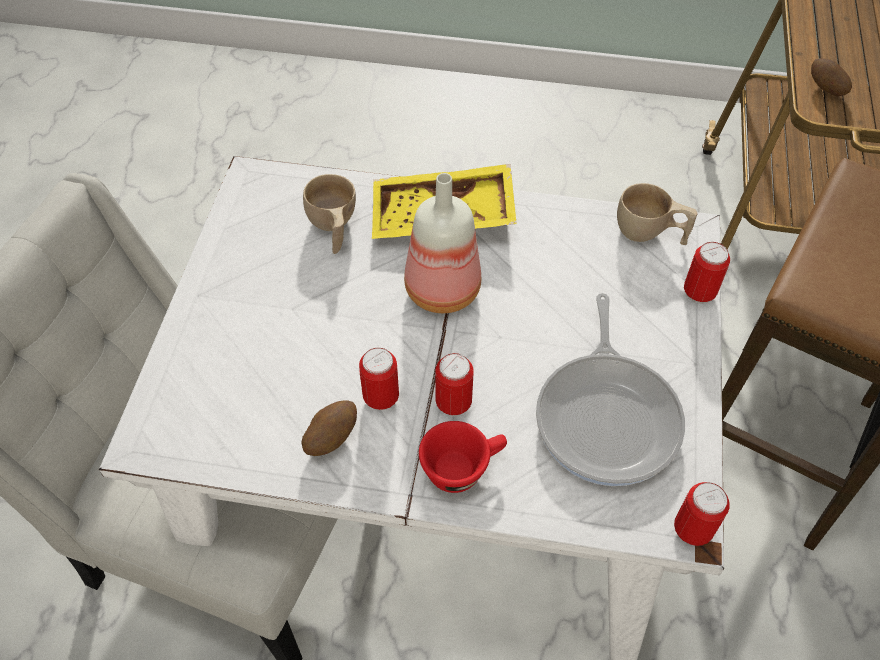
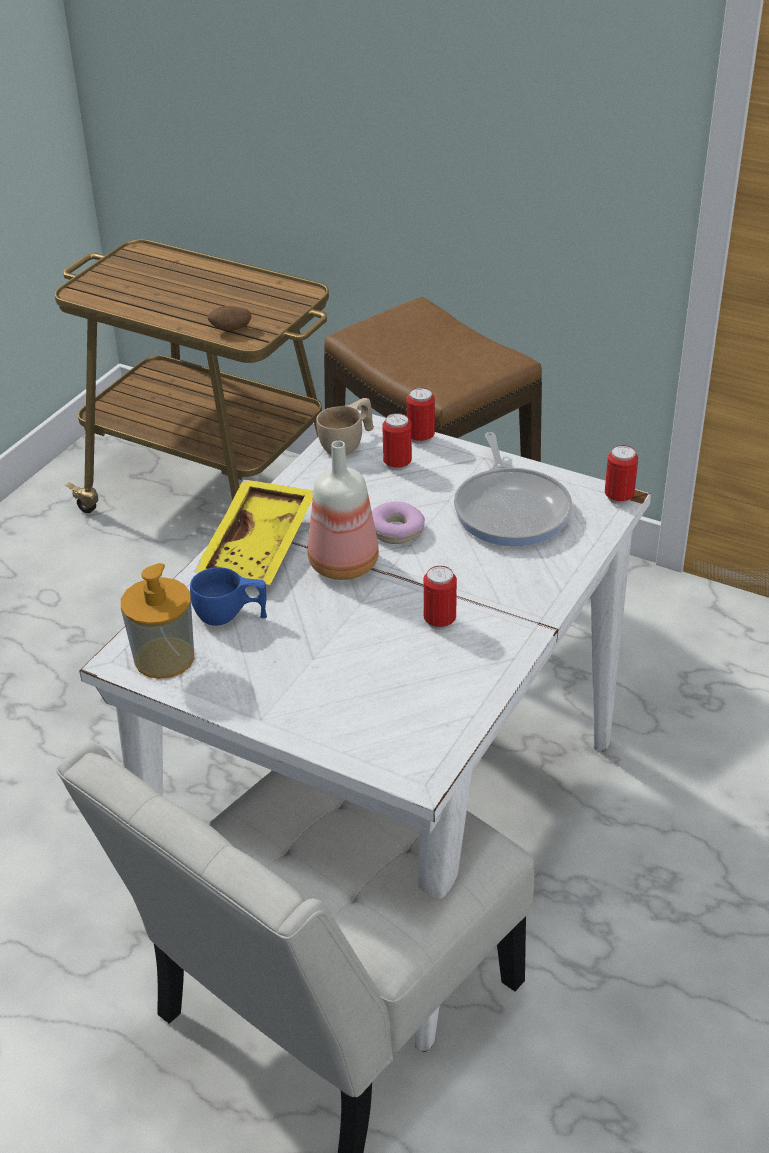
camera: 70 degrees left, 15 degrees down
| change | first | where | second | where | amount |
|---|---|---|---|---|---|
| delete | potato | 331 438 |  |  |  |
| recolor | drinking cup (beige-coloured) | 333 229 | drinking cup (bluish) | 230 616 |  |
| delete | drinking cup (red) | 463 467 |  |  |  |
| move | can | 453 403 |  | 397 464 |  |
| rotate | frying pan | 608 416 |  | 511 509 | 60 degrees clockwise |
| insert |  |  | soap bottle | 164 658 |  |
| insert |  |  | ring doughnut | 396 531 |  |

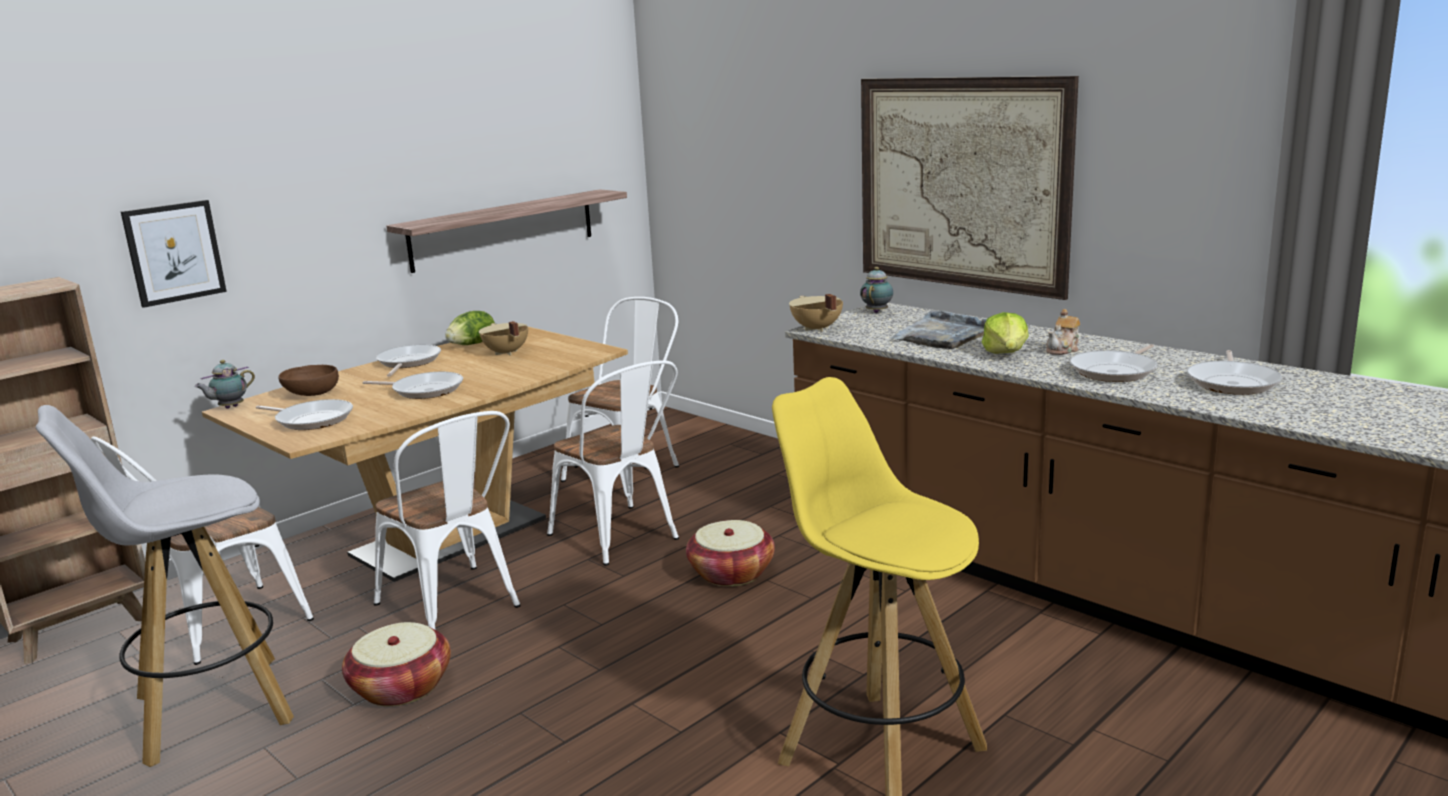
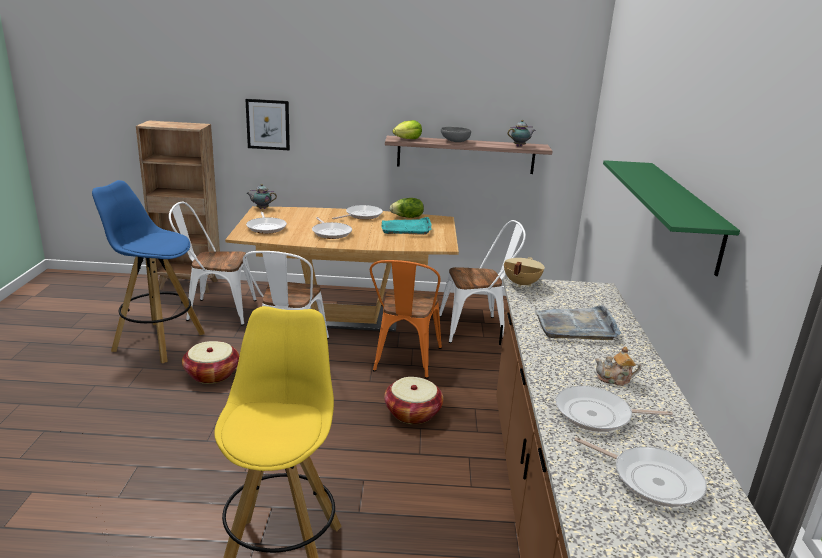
camera: 45 degrees right, 5 degrees up
| change | first | where | second | where | amount |
|---|---|---|---|---|---|
| recolor | stool seat (white-coloured) | 209 711 | stool seat (bluish) | 157 342 |  |
| delete | serving bowl (brown) | 311 394 |  |  |  |
| replace | stockpot (beige-coloured) | 505 353 | carrying tray (turquoise-coloured) | 406 228 |  |
| recolor | upright chair (white-coloured) | 621 539 | upright chair (orange) | 404 362 |  |
| move | pot for tea | 877 311 |  | 520 146 |  |
| replace | wall picture | 961 183 | bracket shelf (green-coloured) | 683 214 |  |
| move | lettuce head | 1006 353 |  | 407 139 |  |
| rotate | frying pan | 1233 382 |  | 651 479 | 120 degrees counterclockwise |
| insert |  |  | serving bowl (gray) | 454 142 |  |

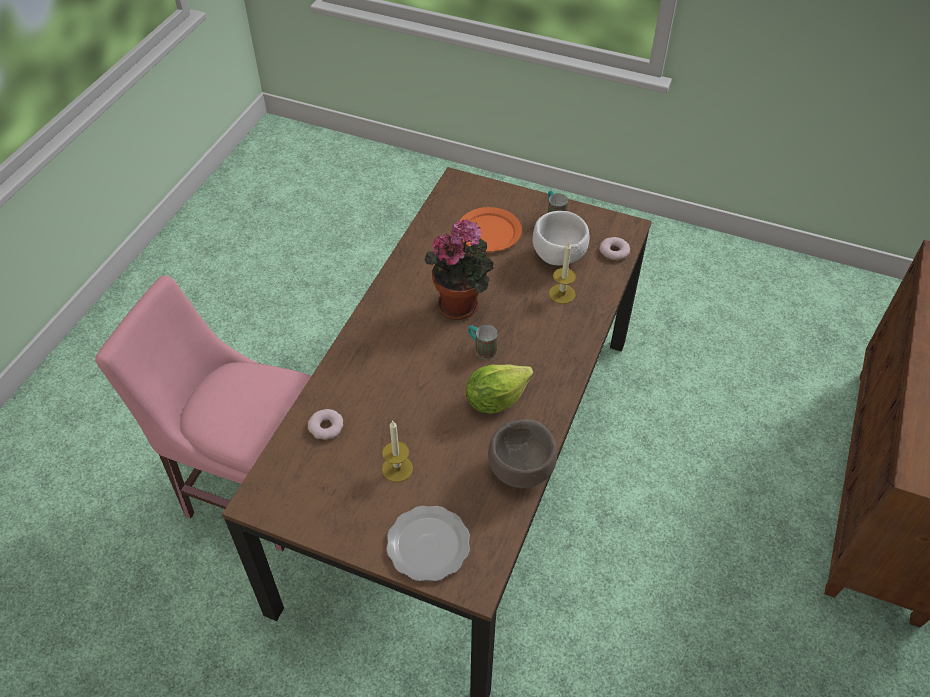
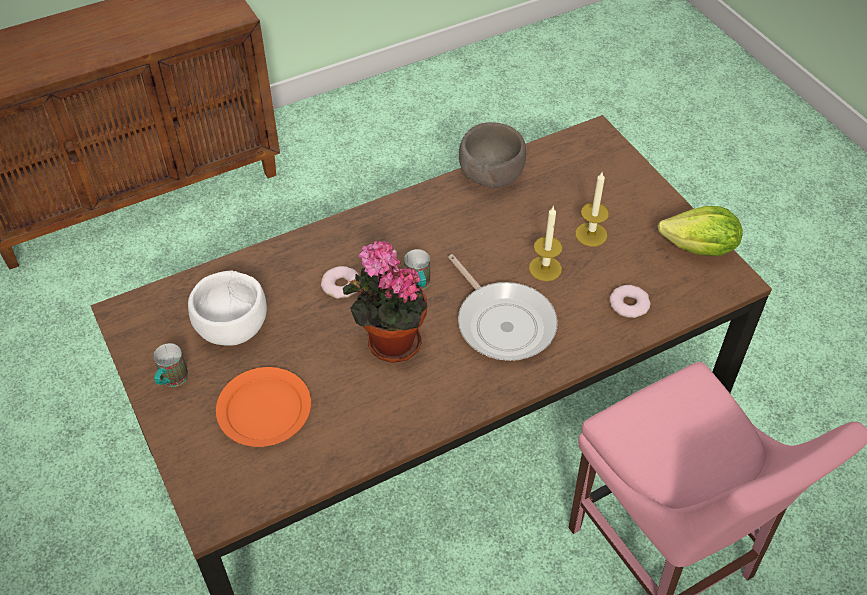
camera: 140 degrees left, 0 degrees up
| change | first | where | second | where | amount |
|---|---|---|---|---|---|
| delete | dinner plate | 429 544 |  |  |  |
| move | lettuce head | 495 399 |  | 699 249 |  |
| move | wax light | 562 294 |  | 545 268 |  |
| move | ring doughnut | 614 251 |  | 341 285 |  |
| insert |  |  | frying pan | 503 322 |  |

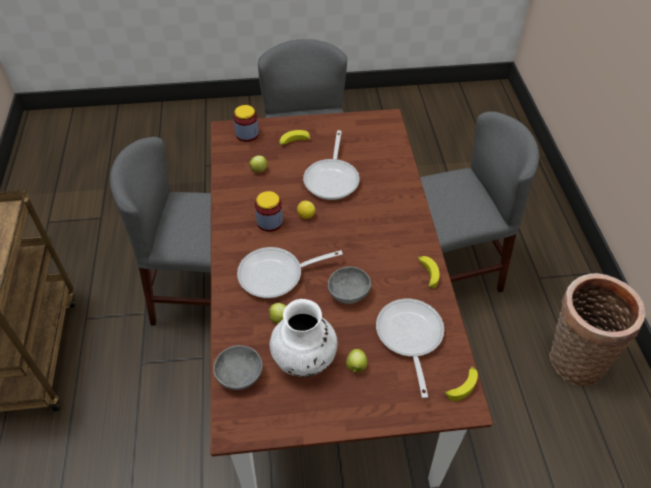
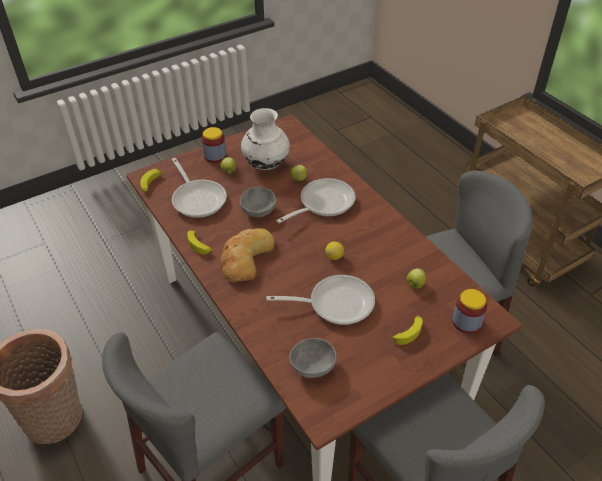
camera: 155 degrees right, 5 degrees down
| change | first | where | second | where | amount |
|---|---|---|---|---|---|
| move | serving bowl (gray) | 239 376 |  | 312 366 |  |
| move | storage jar | 269 222 |  | 215 156 |  |
| rotate | frying pan | 332 179 |  | 335 303 | 105 degrees clockwise |
| insert |  |  | bread | 245 258 |  |

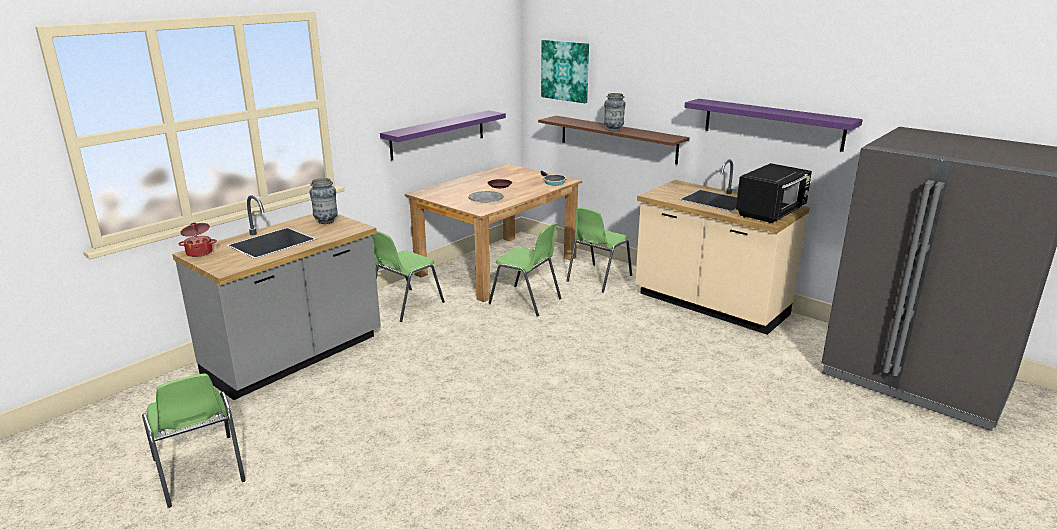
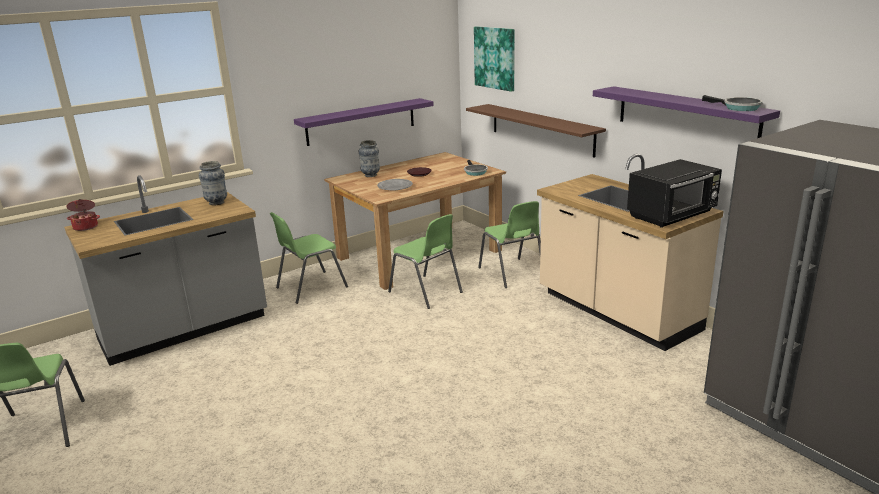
camera: 15 degrees right, 0 degrees up
| change | first | where | second | where | amount |
|---|---|---|---|---|---|
| rotate | upright chair (green-coloured) | 597 278 |  | 512 273 | 75 degrees counterclockwise |
| move | flower vase | 613 129 |  | 370 175 |  |
| insert |  |  | frying pan | 738 108 |  |

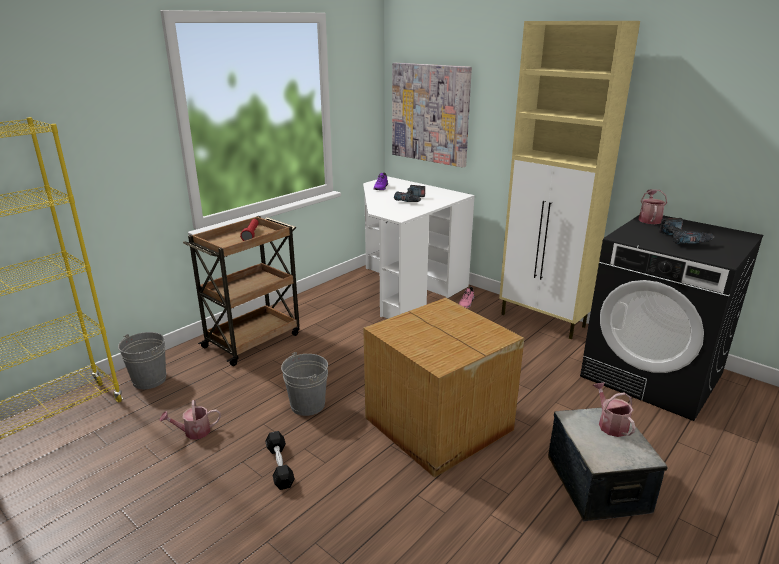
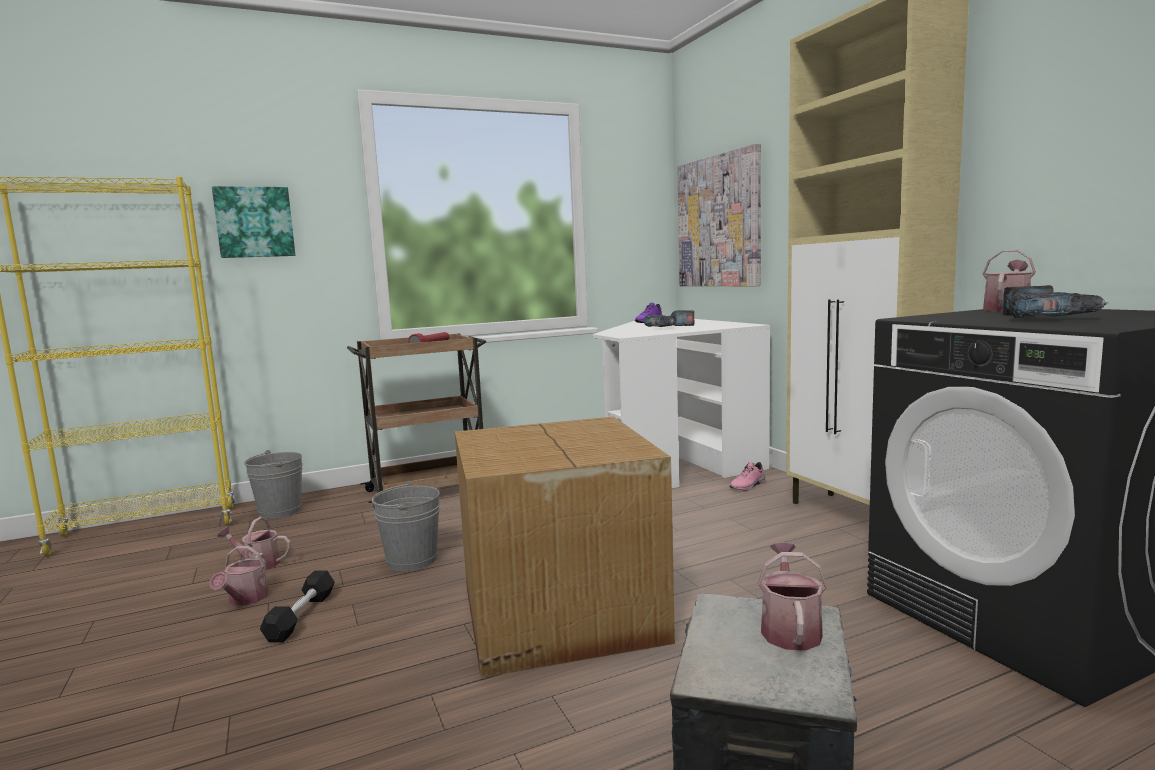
camera: 25 degrees right, 15 degrees down
| change | first | where | second | where | amount |
|---|---|---|---|---|---|
| insert |  |  | watering pot | 245 600 |  |
| insert |  |  | wall picture | 254 222 |  |

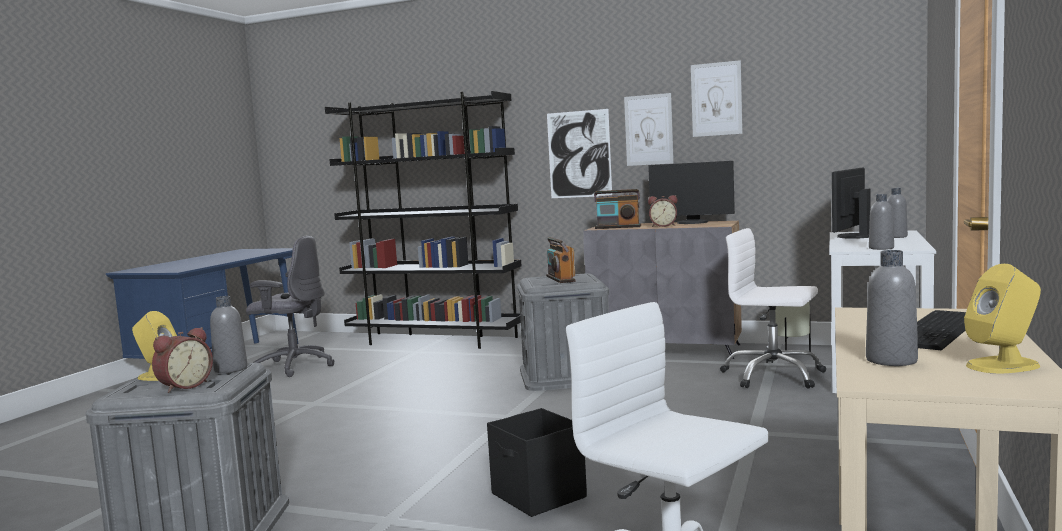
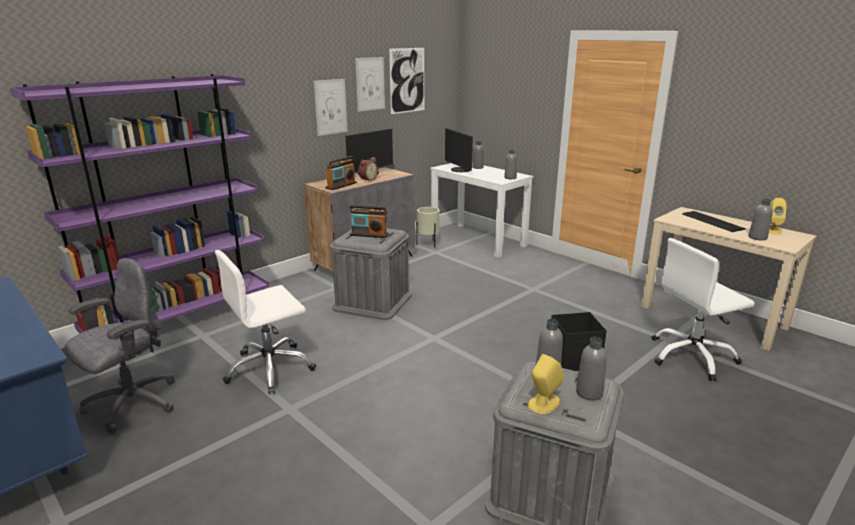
camera: 65 degrees left, 15 degrees up
| change | first | where | second | where | amount |
|---|---|---|---|---|---|
| replace | alarm clock | 184 386 | drink bottle (gray) | 589 393 |  |
| recolor | shelving unit (black) | 435 341 | shelving unit (purple-coloured) | 182 321 |  |
| move | wall picture | 579 154 |  | 407 80 |  |
| move | computer chair (white-coloured) | 773 376 |  | 270 369 |  |

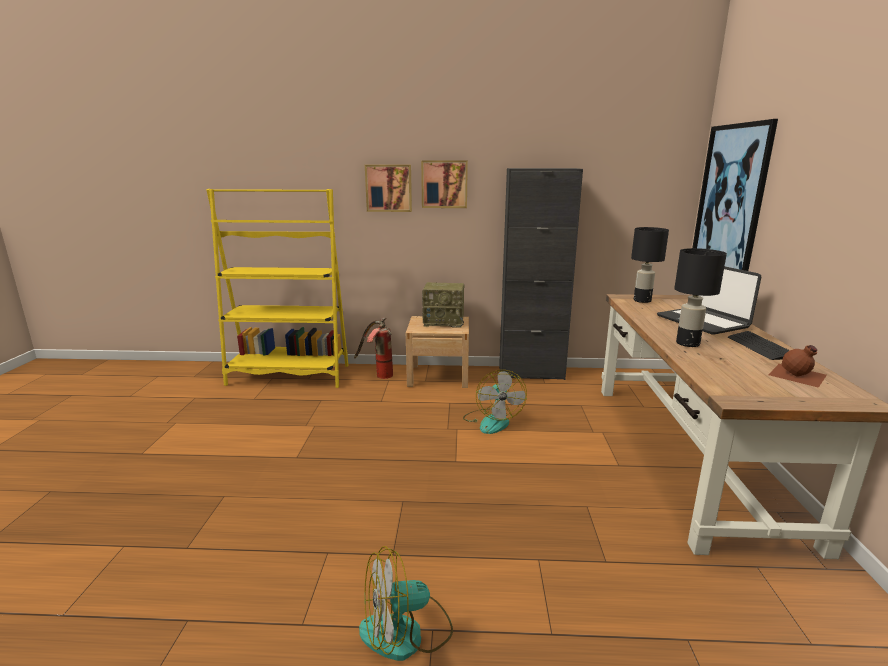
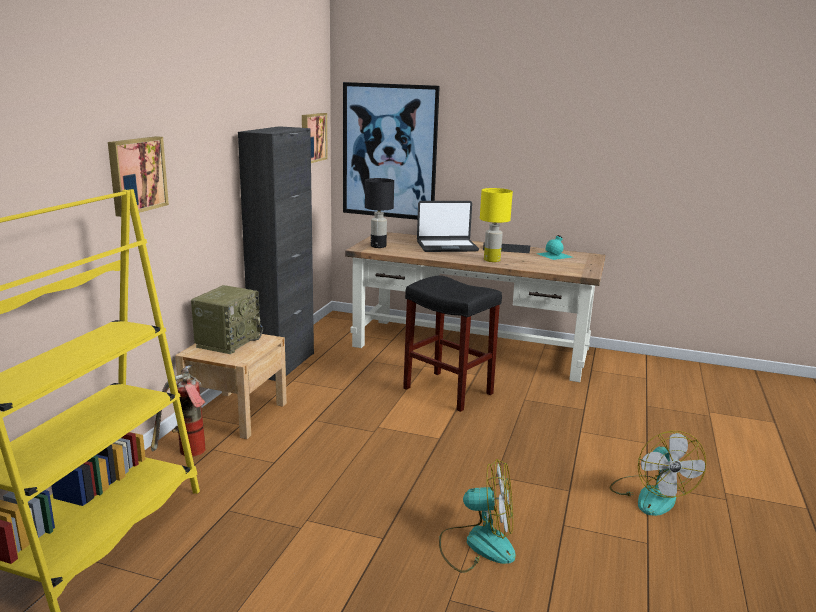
camera: 75 degrees left, 0 degrees up
| change | first | where | second | where | amount |
|---|---|---|---|---|---|
| move | wall picture | 444 184 |  | 312 137 |  |
| move | electric fan | 492 421 |  | 477 544 |  |
| recolor | tabletop lamp (black) | 687 343 | tabletop lamp (yellow-coloured) | 492 260 |  |
| recolor | drink bottle (brown) | 798 375 | drink bottle (turquoise-coloured) | 555 255 |  |
| insert |  |  | stool seat (black) | 446 391 |  |

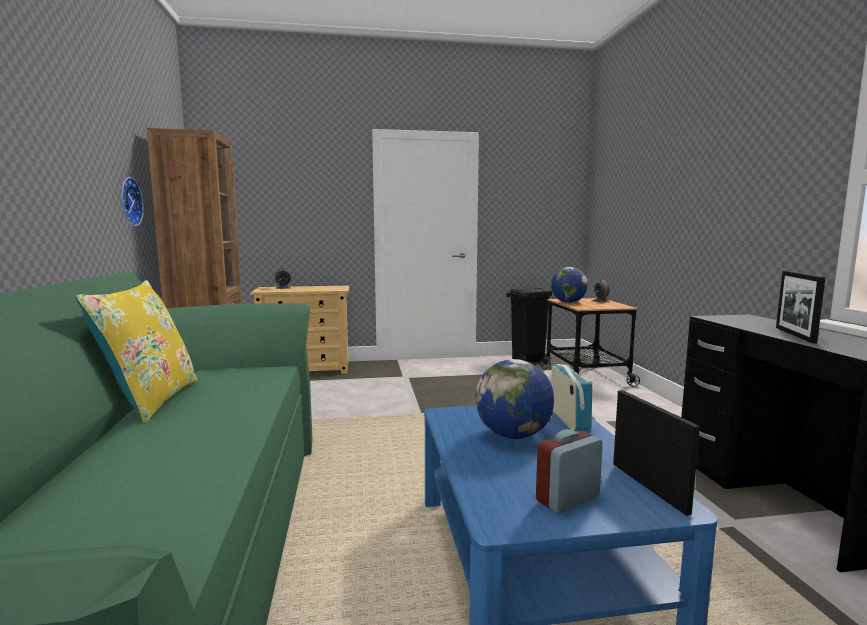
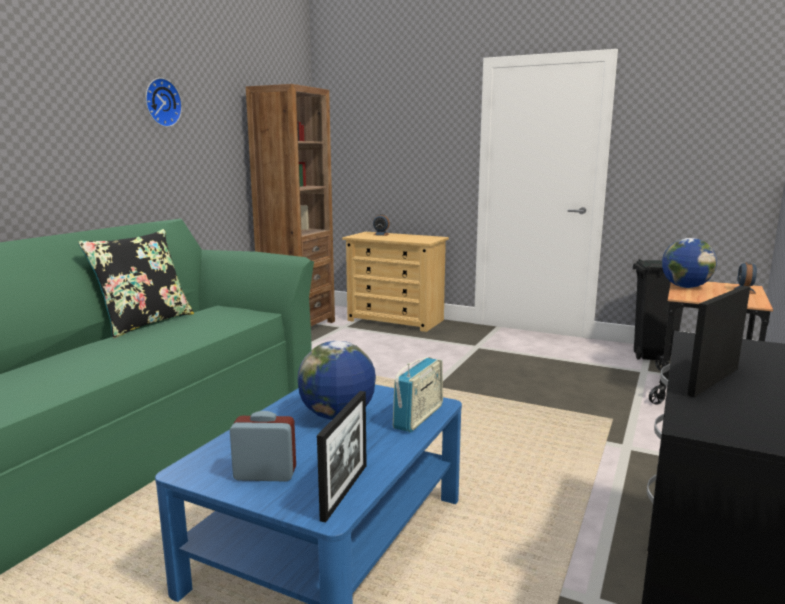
camera: 35 degrees right, 5 degrees up
| change | first | where | second | where | amount |
|---|---|---|---|---|---|
| recolor | cushion (yellow-coloured) | 150 400 | cushion (black) | 144 323 |  |
| move | clock on the wall | 128 201 |  | 161 102 |  |

